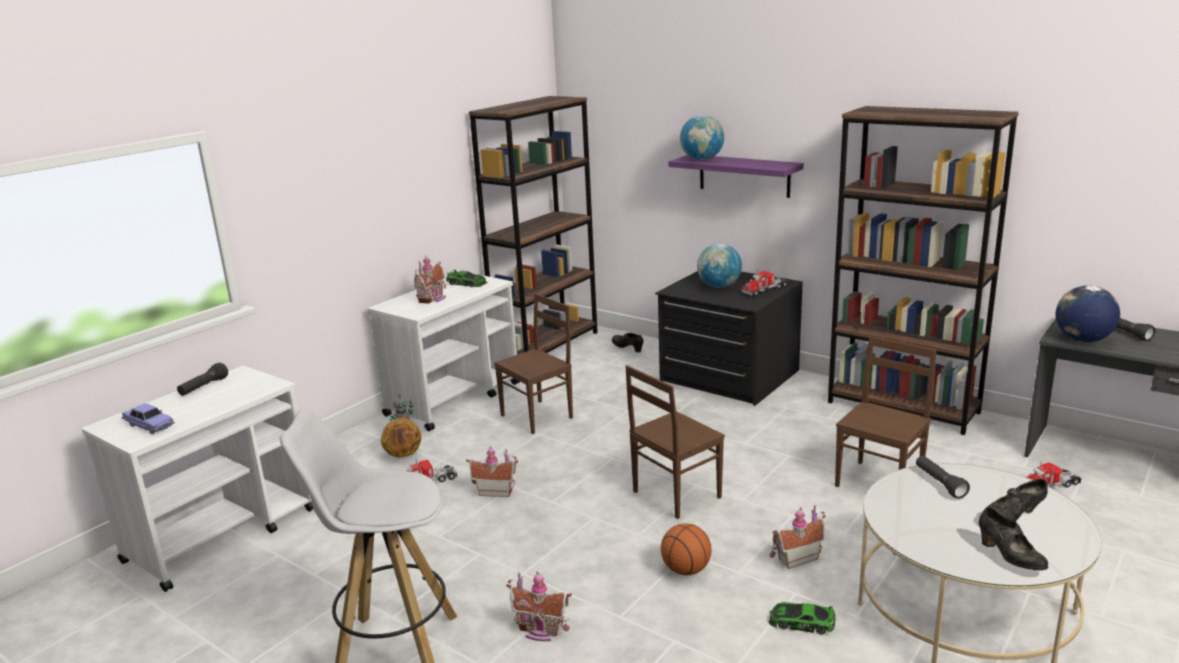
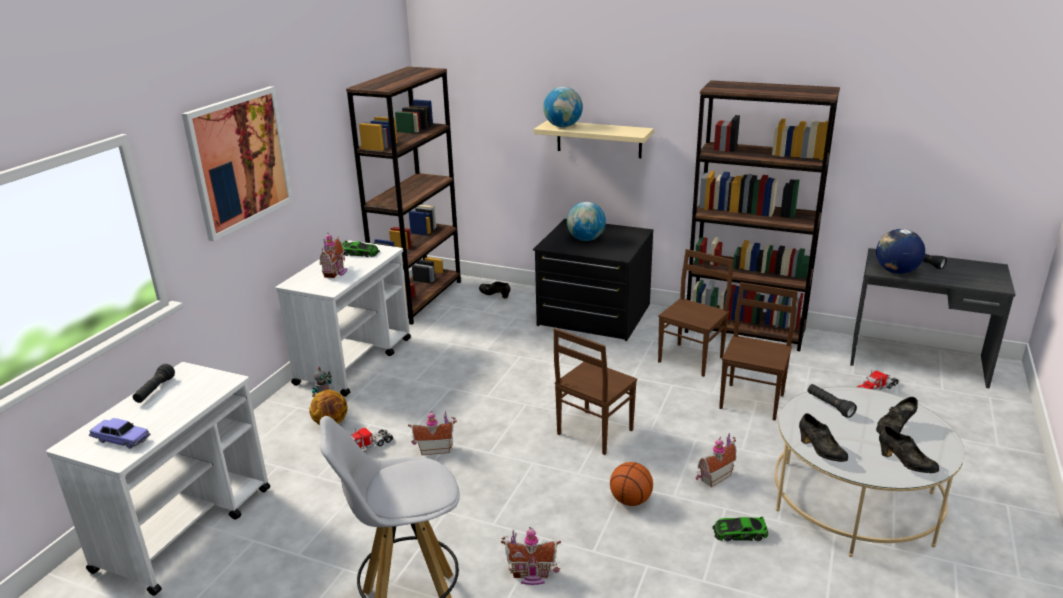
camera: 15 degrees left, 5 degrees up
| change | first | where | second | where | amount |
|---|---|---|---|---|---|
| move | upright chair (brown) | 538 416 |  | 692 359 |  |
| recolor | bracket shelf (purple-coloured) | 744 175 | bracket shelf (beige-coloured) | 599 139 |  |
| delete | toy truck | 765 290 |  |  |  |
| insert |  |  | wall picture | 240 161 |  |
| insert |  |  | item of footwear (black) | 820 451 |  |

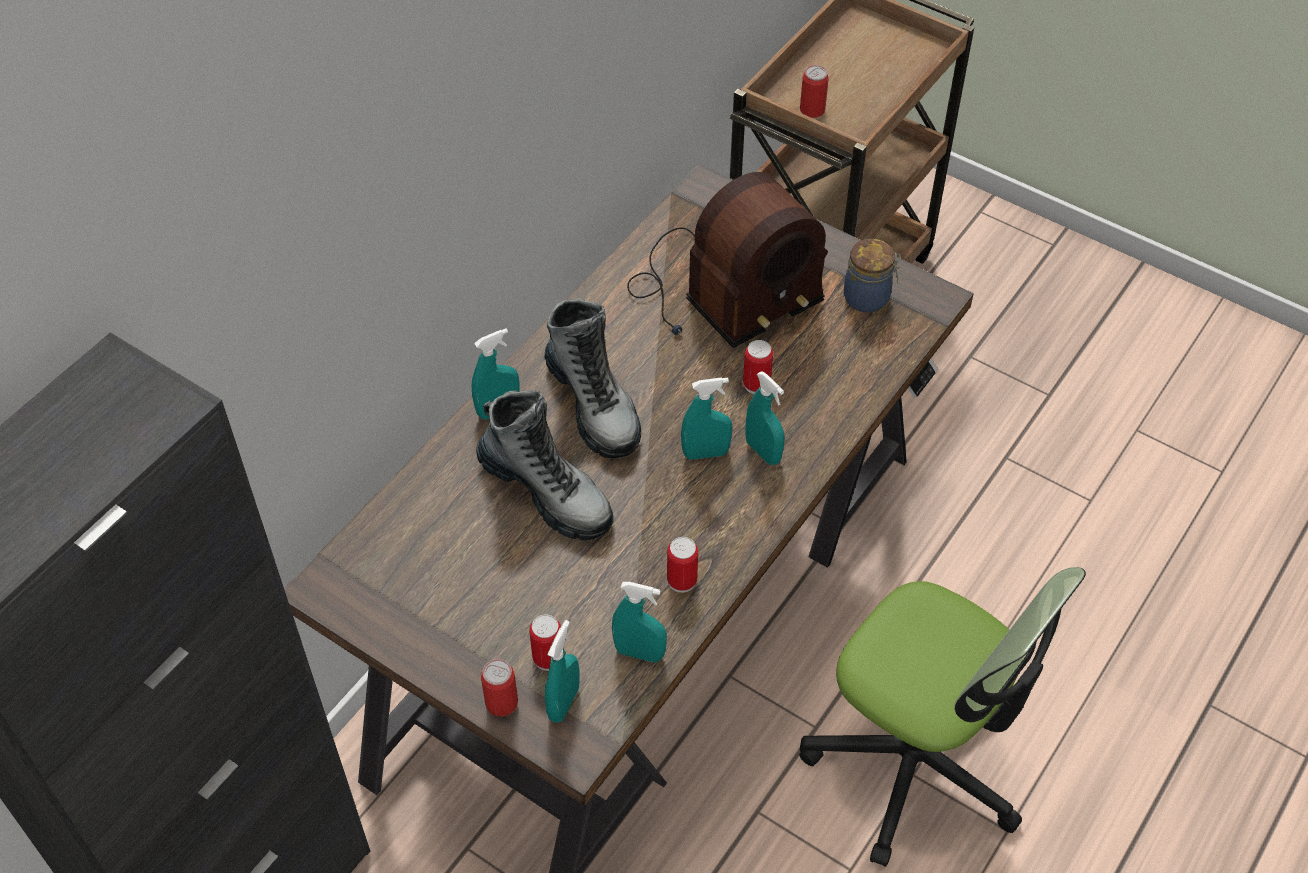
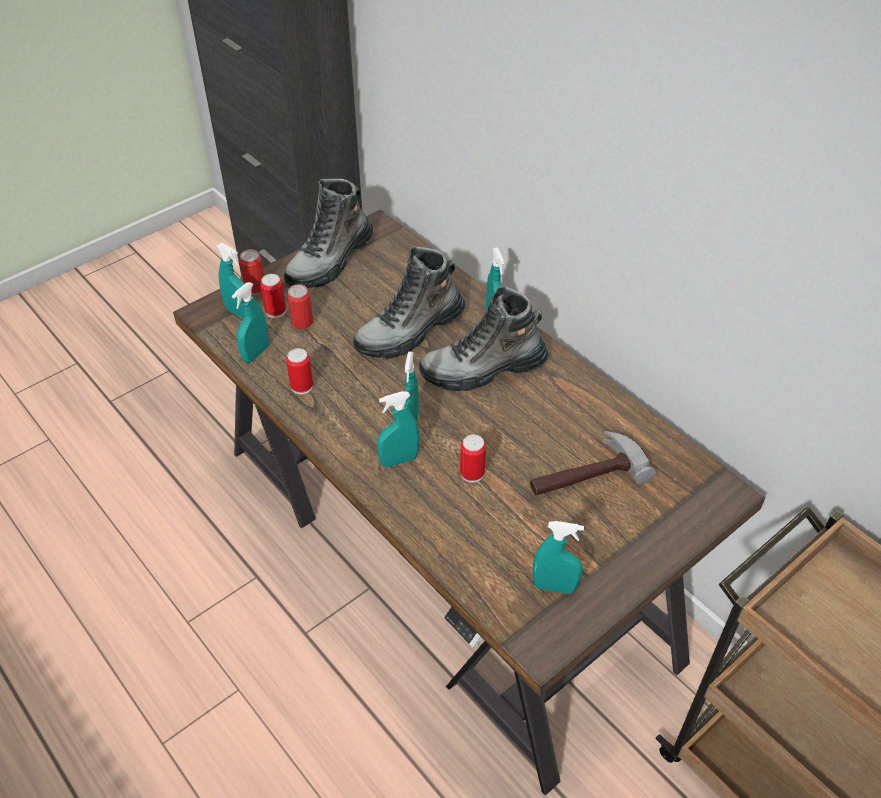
camera: 105 degrees right, 5 degrees down
| change | first | where | second | where | amount |
|---|---|---|---|---|---|
| replace | radio | 721 292 | tool hammer | 586 474 |  |
| delete | computer chair | 916 761 |  |  |  |
| move | can | 812 110 |  | 302 322 |  |
| replace | storage jar | 868 297 | hand sprayer (turquoise-coloured) | 554 586 |  |
| insert |  |  | high-top boot | 330 261 |  |

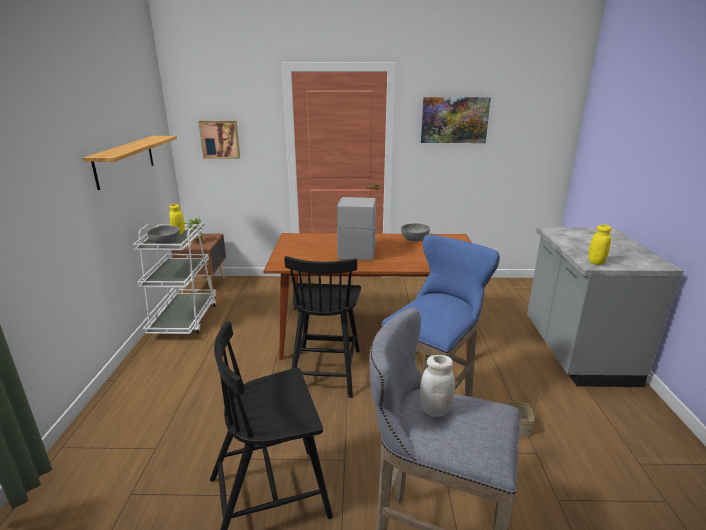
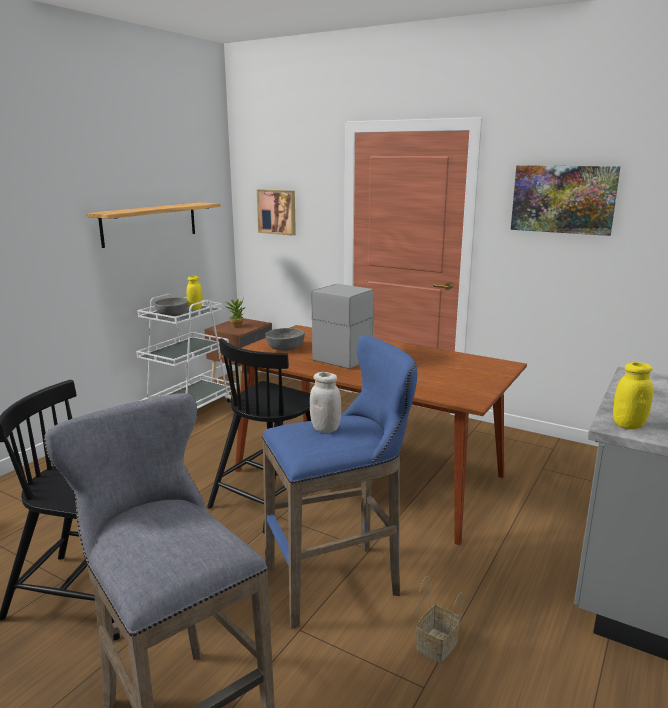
camera: 30 degrees right, 5 degrees down
| change | first | where | second | where | amount |
|---|---|---|---|---|---|
| move | serving bowl (gray) | 414 238 |  | 285 348 |  |
| move | storage jar (white-coloured) | 435 410 |  | 325 429 |  |

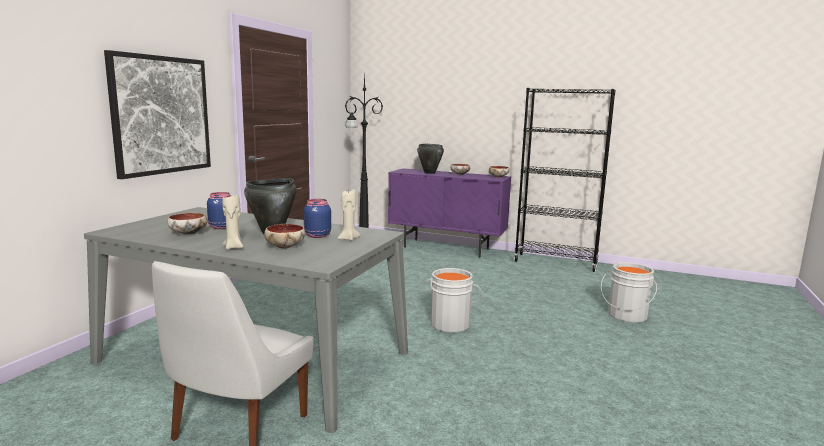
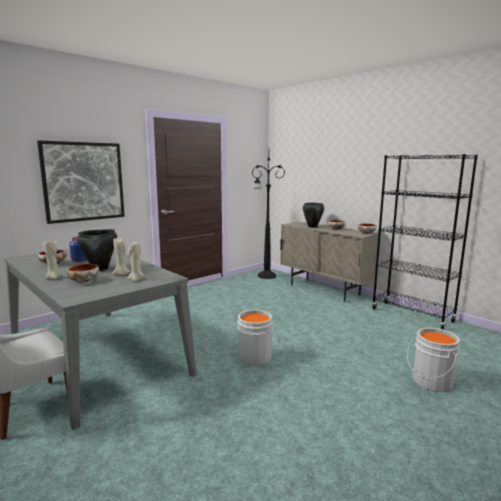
camera: 25 degrees right, 0 degrees up
| change | first | where | second | where | amount |
|---|---|---|---|---|---|
| replace | storage jar (bluish) | 316 236 | wax light (beige-coloured) | 122 274 |  |
| recolor | cupboard (purple-coloured) | 446 248 | cupboard (beige-coloured) | 324 290 |  |

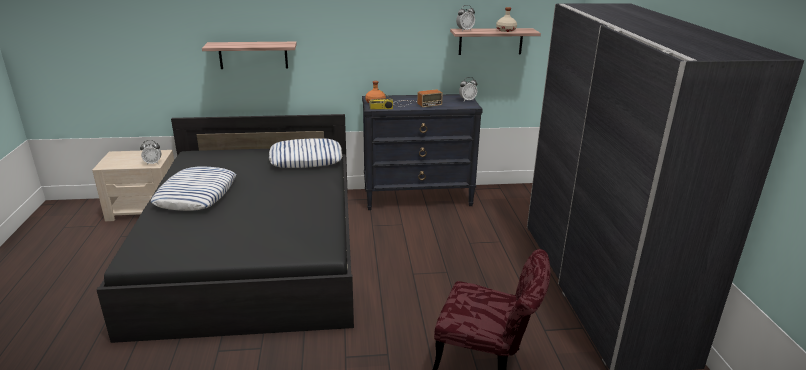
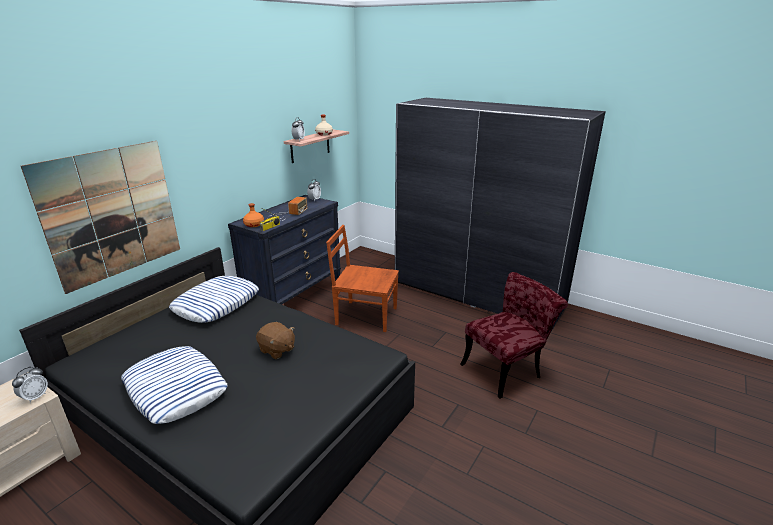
camera: 50 degrees left, 0 degrees up
| change | first | where | second | where | amount |
|---|---|---|---|---|---|
| replace | bracket shelf | 253 55 | wall picture | 112 213 |  |
| insert |  |  | cuddly toy (brown) | 277 350 |  |
| insert |  |  | upright chair (brown) | 365 316 |  |

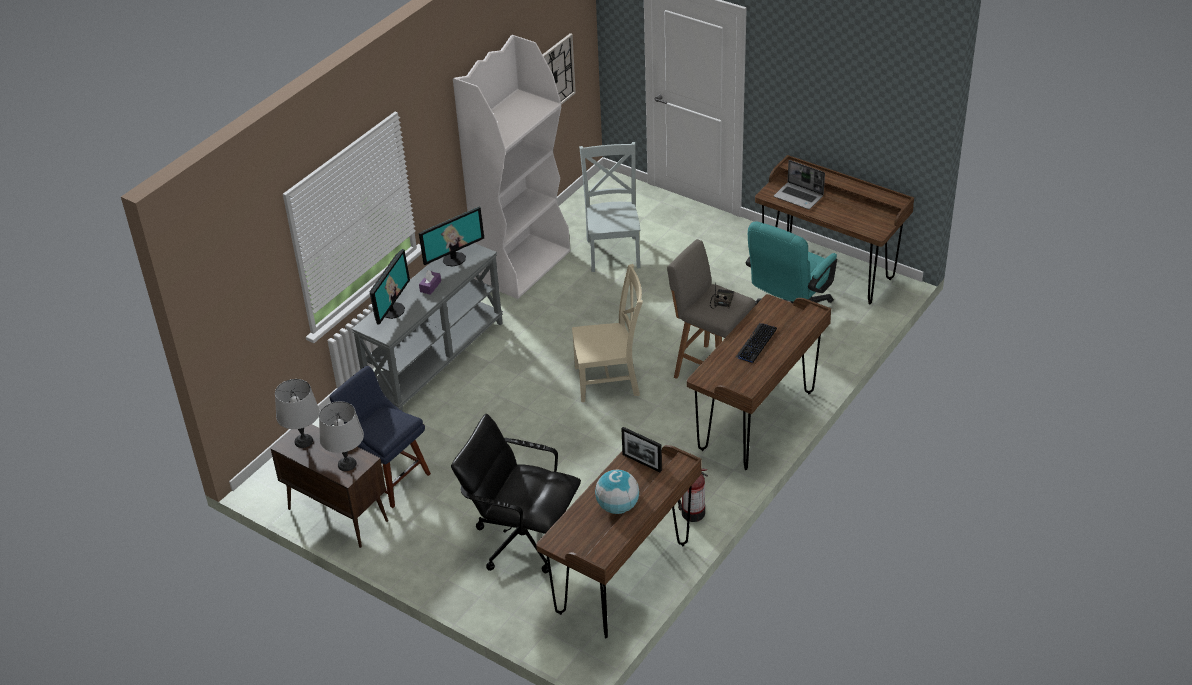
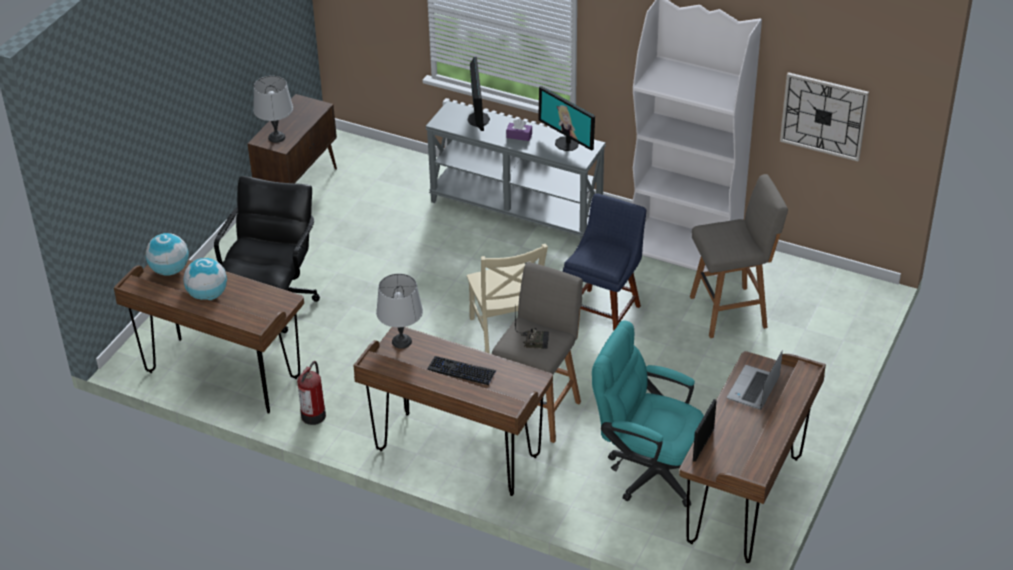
camera: 80 degrees right, 0 degrees up
| change | first | where | second | where | amount |
|---|---|---|---|---|---|
| move | tabletop lamp (gray) | 304 441 |  | 401 342 |  |
| move | upright chair (bluish) | 388 478 |  | 604 311 |  |
| rotate | monitor | 393 310 |  | 478 119 | 105 degrees counterclockwise |
| replace | upright chair (gray) | 613 251 | stool seat (gray) | 731 311 |  |
| move | photo frame | 642 462 |  | 703 444 |  |
| insert |  |  | world globe | 170 270 |  |

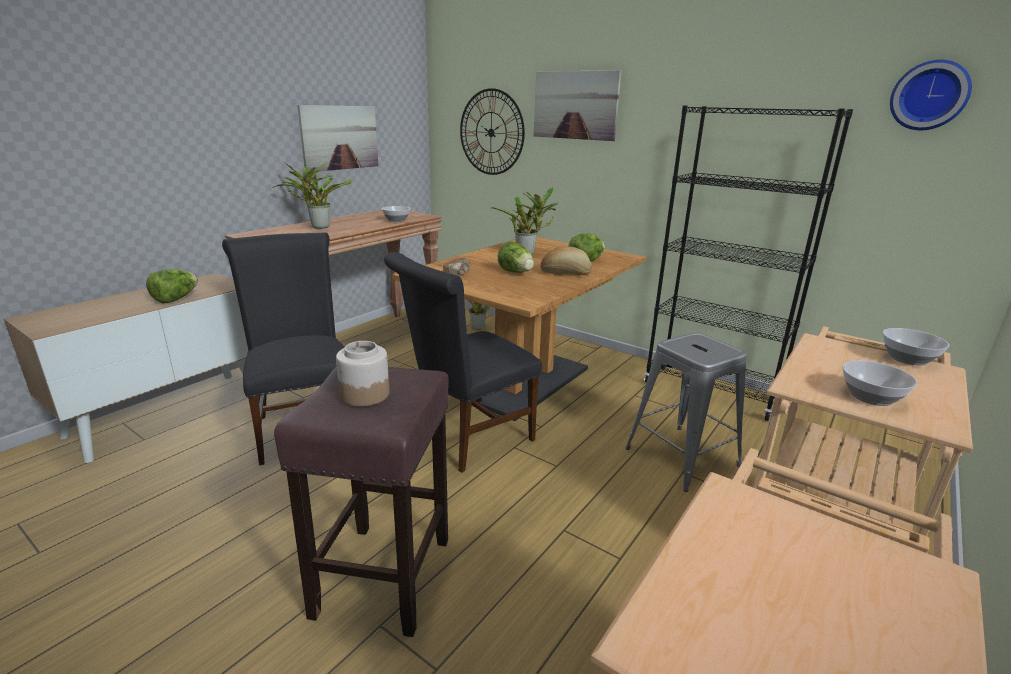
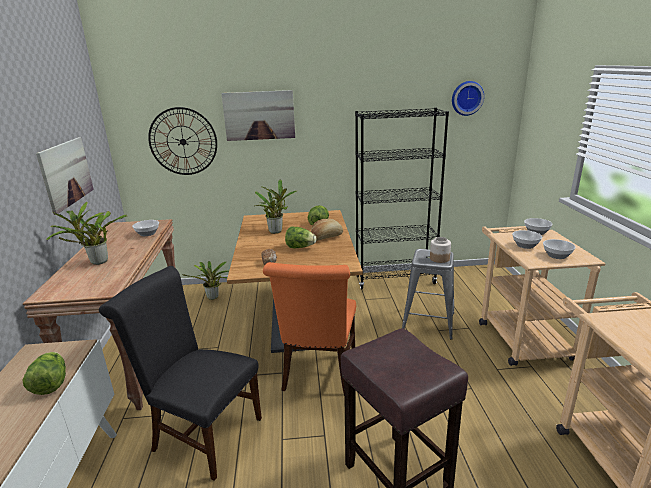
camera: 40 degrees left, 0 degrees up
| change | first | where | second | where | amount |
|---|---|---|---|---|---|
| move | storage jar | 364 394 |  | 439 258 |  |
| recolor | upright chair (black) | 465 438 | upright chair (orange) | 318 374 |  |
| insert |  |  | serving bowl | 524 245 |  |

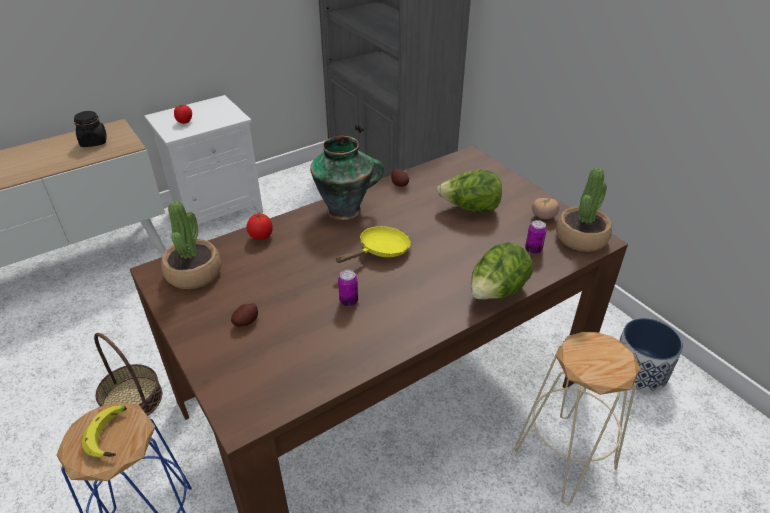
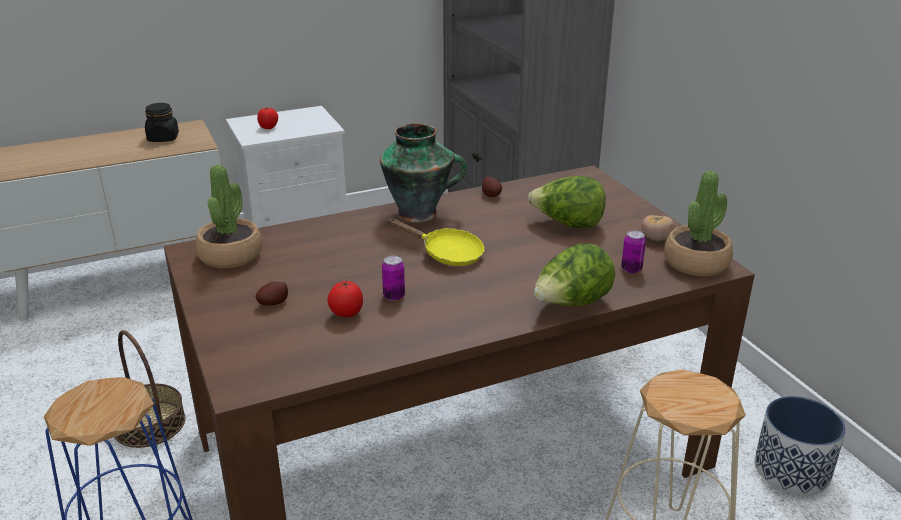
camera: 10 degrees right, 10 degrees down
| change | first | where | second | where | amount |
|---|---|---|---|---|---|
| delete | banana fruit | 112 435 |  |  |  |
| move | whole tomato | 261 237 |  | 346 314 |  |
| rotate | frying pan (yellow-coloured) | 380 251 |  | 446 254 | 60 degrees clockwise |

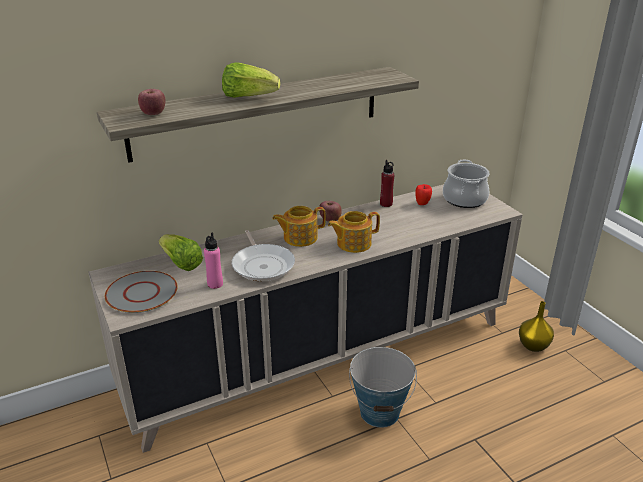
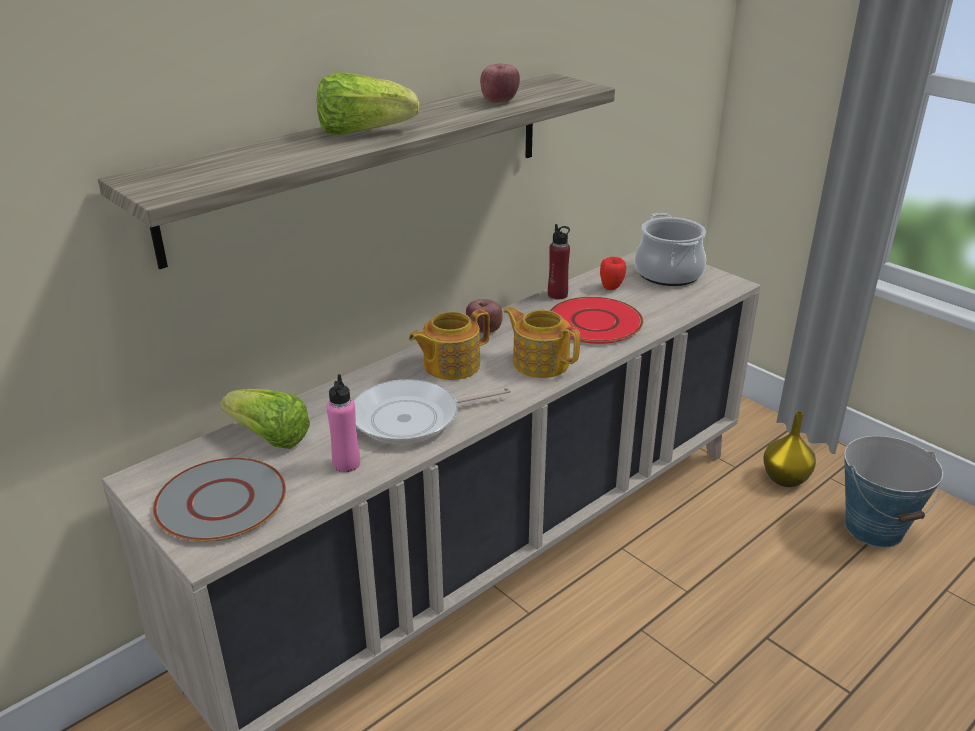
camera: 15 degrees left, 0 degrees up
| change | first | where | second | where | amount |
|---|---|---|---|---|---|
| move | apple fruit | 153 114 |  | 499 101 |  |
| rotate | frying pan | 262 265 |  | 412 418 | 105 degrees clockwise |
| rotate | pot for tea | 353 243 |  | 540 362 | 75 degrees clockwise |
| move | bucket | 380 412 |  | 874 528 |  |
| insert |  |  | dinner plate (red) | 594 322 |  |

